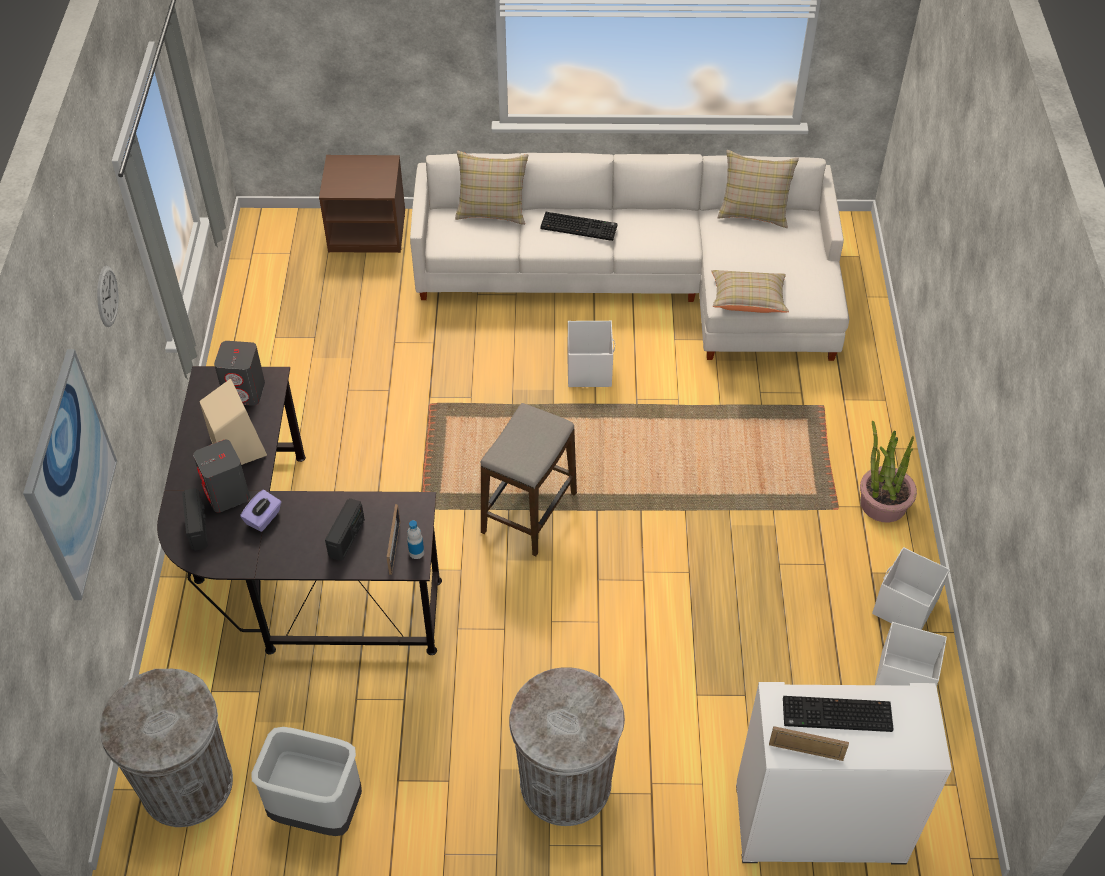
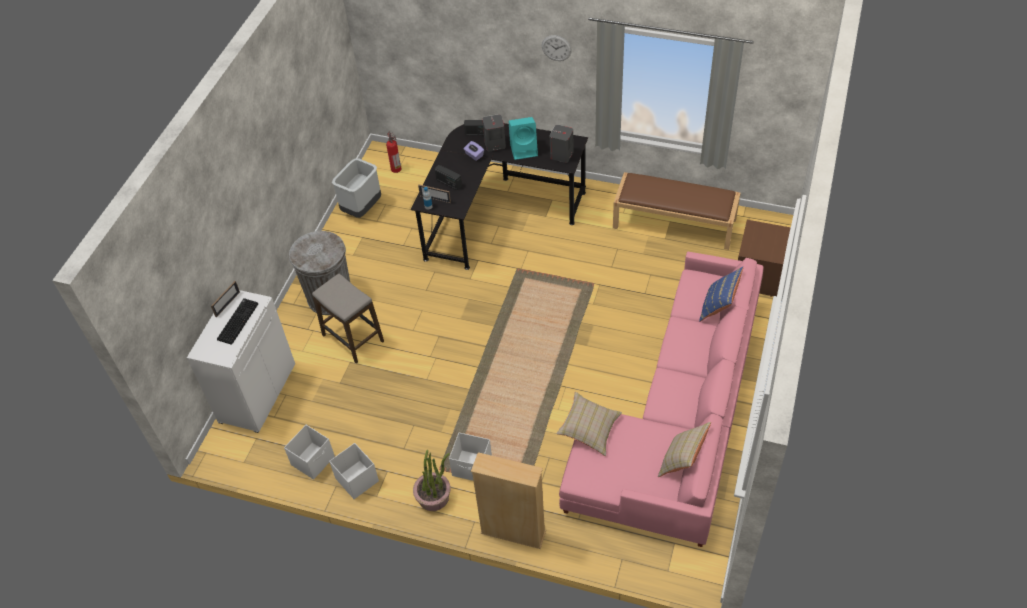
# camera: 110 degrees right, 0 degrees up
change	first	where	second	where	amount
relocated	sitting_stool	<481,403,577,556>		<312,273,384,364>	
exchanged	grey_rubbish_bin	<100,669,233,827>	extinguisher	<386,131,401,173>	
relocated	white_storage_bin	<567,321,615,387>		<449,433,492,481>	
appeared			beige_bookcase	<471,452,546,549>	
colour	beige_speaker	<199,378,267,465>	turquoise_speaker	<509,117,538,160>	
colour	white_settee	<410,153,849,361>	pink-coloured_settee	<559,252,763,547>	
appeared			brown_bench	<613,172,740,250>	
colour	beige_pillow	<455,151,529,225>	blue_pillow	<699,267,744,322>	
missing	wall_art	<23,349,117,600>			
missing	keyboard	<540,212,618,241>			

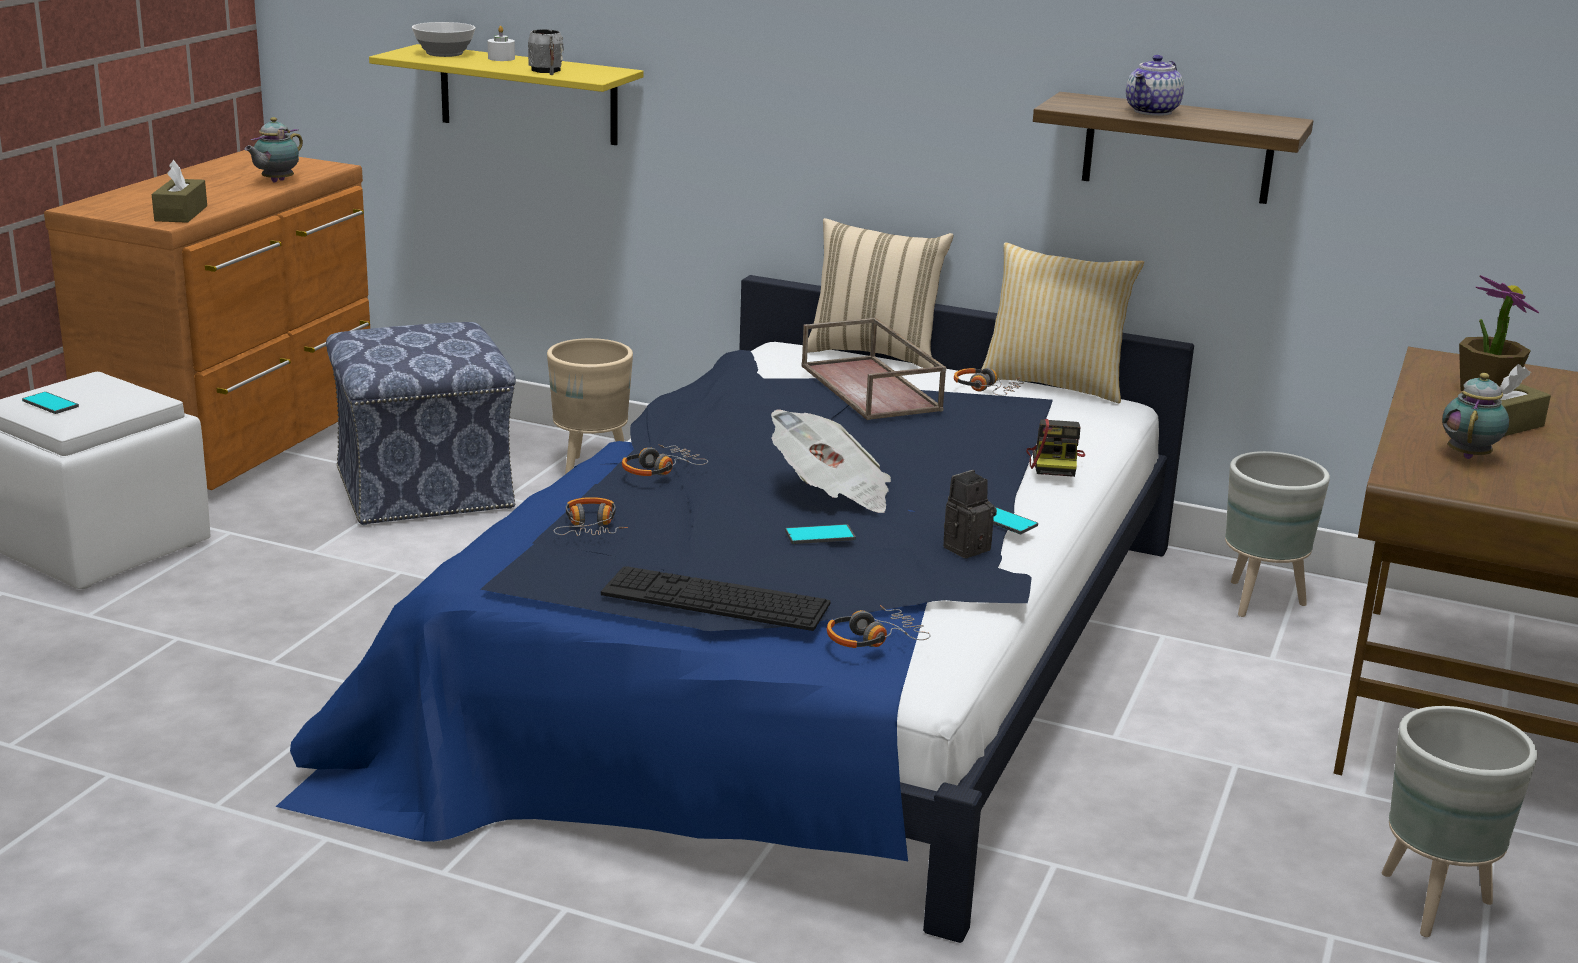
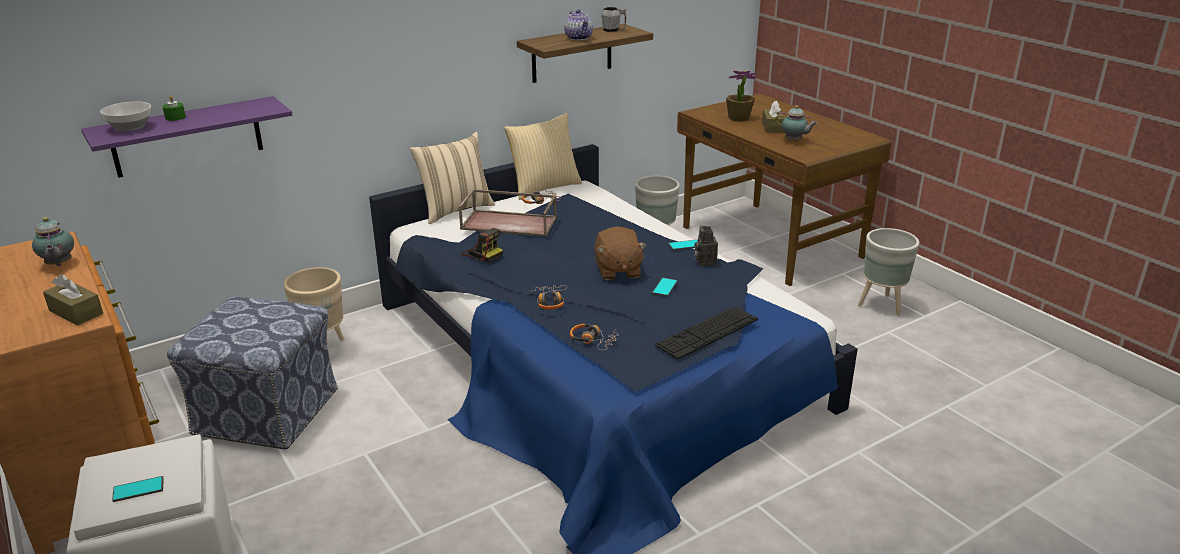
# camera: 55 degrees left, 5 degrees up
change	first	where	second	where	amount
colour	yellow_bracket_shelf	<369,44,644,145>	purple-coloured_bracket_shelf	<81,96,292,178>	
colour	white_candle	<488,26,515,61>	greenish_candle	<162,95,186,121>	
relocated	still_camera	<1026,419,1085,477>		<461,228,503,262>	
exchanged	newspaper	<771,409,891,513>	brown_plush_toy	<594,226,647,281>	
relocated	grey_tea_mug	<528,29,564,75>		<601,7,627,32>	
spun	teapot	<1442,373,1509,459>		<775,105,818,141>	150 degrees clockwise
missing	headset	<827,605,930,648>			

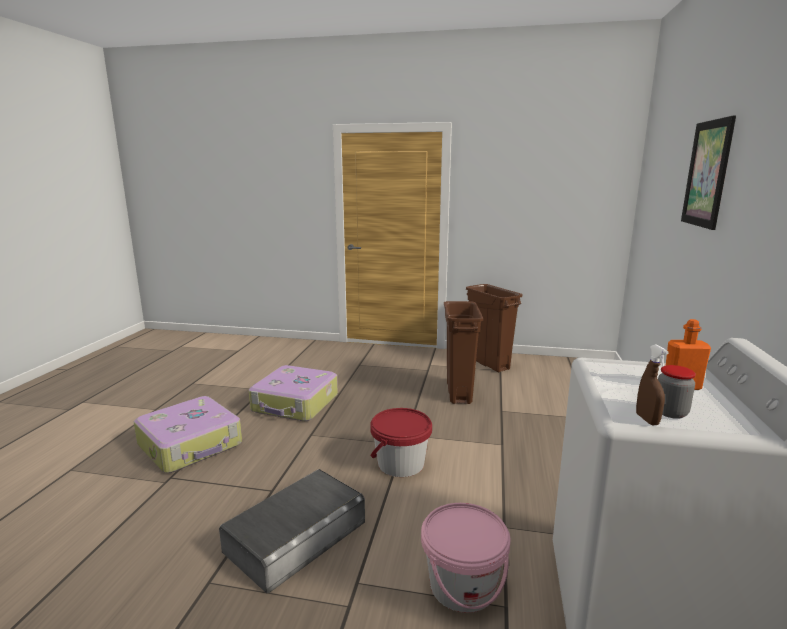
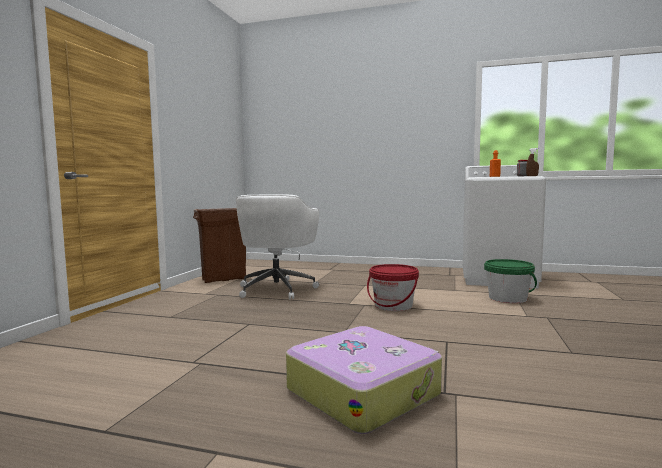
# camera: 85 degrees left, 10 degrees down
change	first	where	second	where	amount
exchanged	brown_rubbish_bin	<444,301,483,404>	white_computer_chair	<236,194,319,299>	
colour	pink-coloured_pail	<421,503,511,613>	greenish_pail	<484,259,537,303>	
missing	grey_storage_bin	<219,469,365,593>			
missing	travel_case	<249,365,338,421>			
missing	wall_art	<681,115,736,230>			

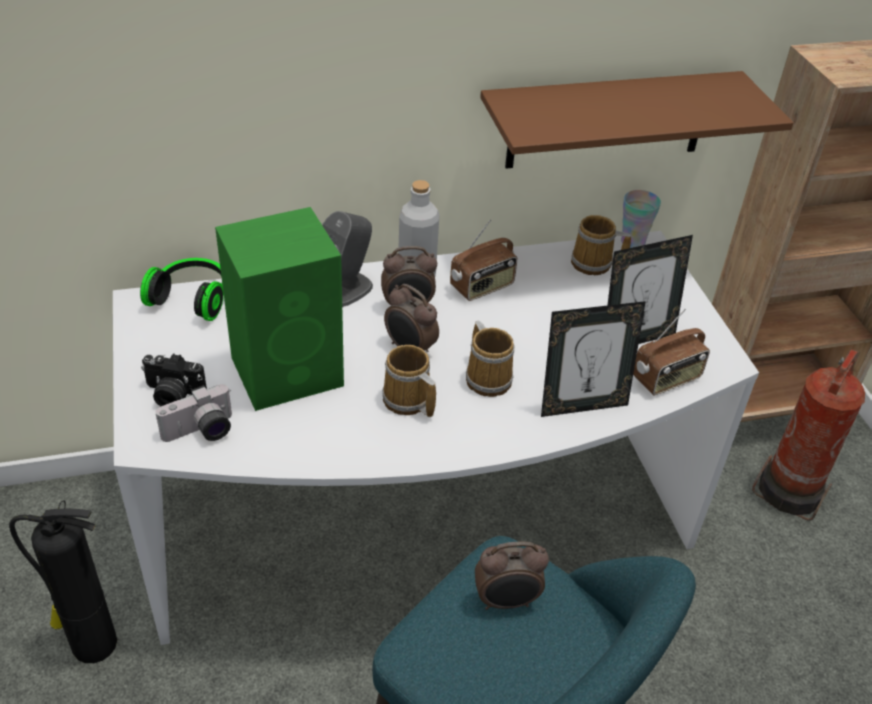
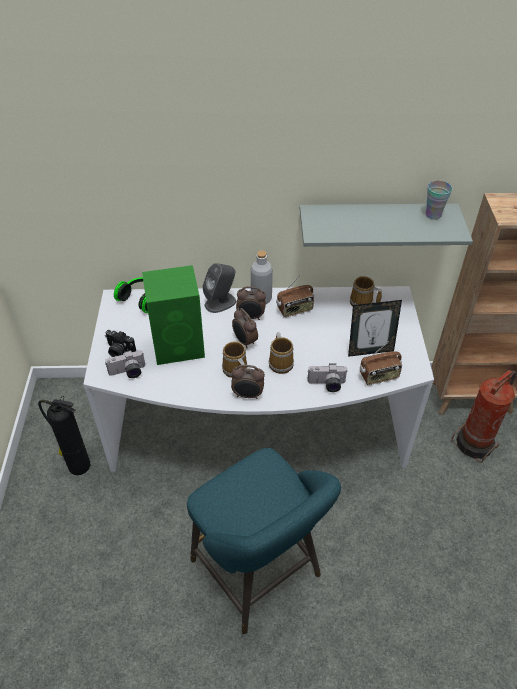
# camera: 15 degrees right, 5 degrees up
change	first	where	second	where	amount
relocated	alarm_clock	<475,541,549,610>		<231,365,265,399>	
colour	brown_bracket_shelf	<480,71,794,169>	grey_bracket_shelf	<300,203,473,247>	
exchanged	photo_frame	<541,301,646,417>	still_camera	<307,364,347,392>	
relocated	cup	<621,190,661,248>		<425,180,452,219>	

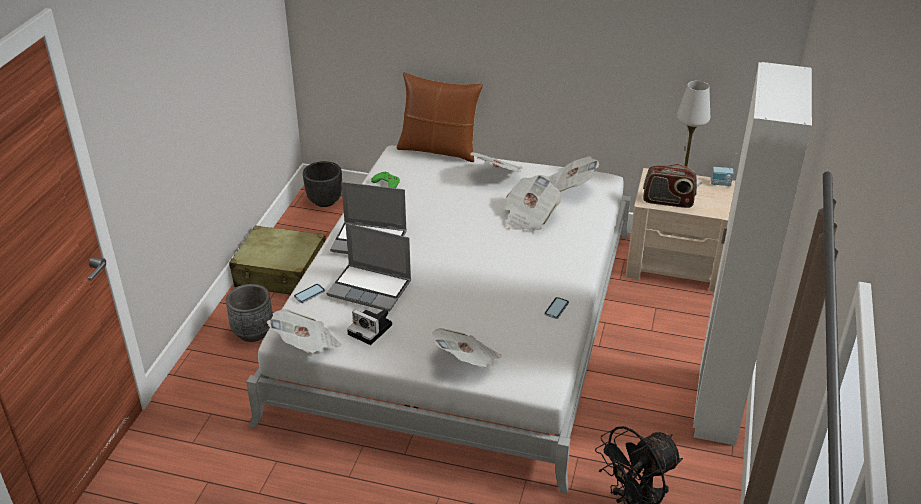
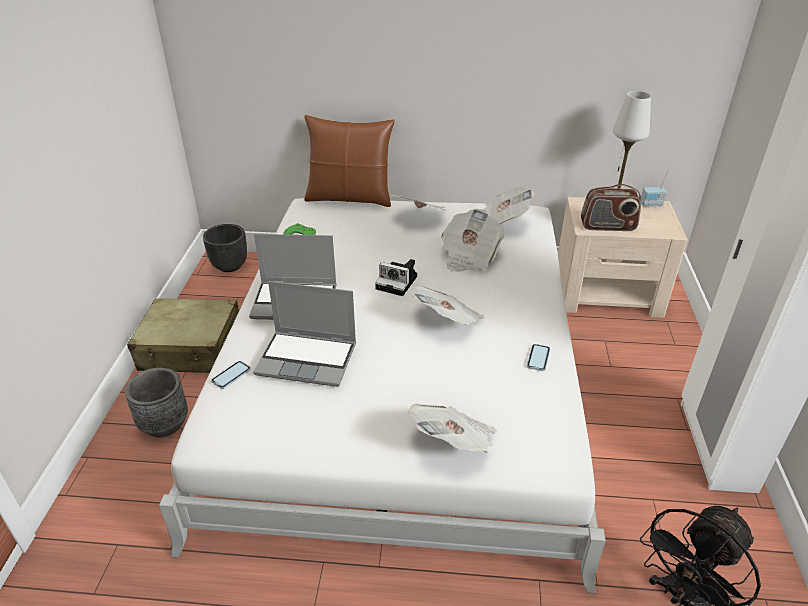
# camera: 10 degrees left, 0 degrees up
change	first	where	second	where	amount
relocated	still_camera	<347,309,392,345>		<375,259,417,296>	
relocated	newspaper	<267,309,341,353>		<411,285,485,326>	

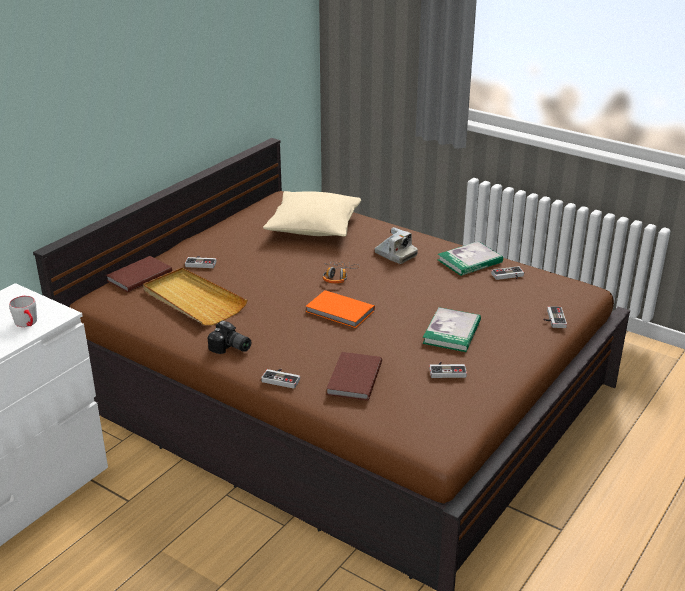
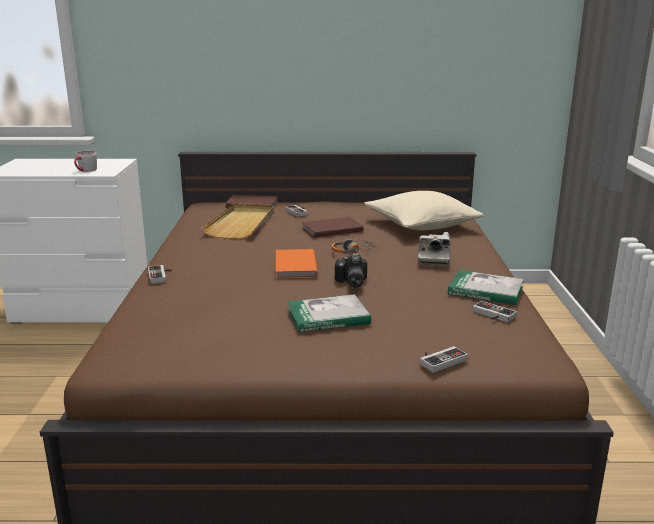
# camera: 55 degrees right, 10 degrees down
change	first	where	second	where	amount
relocated	brown_book	<326,352,382,401>		<302,217,363,238>	
relocated	still_camera	<207,321,251,354>		<335,253,367,288>	
missing	joypad	<429,362,467,378>			

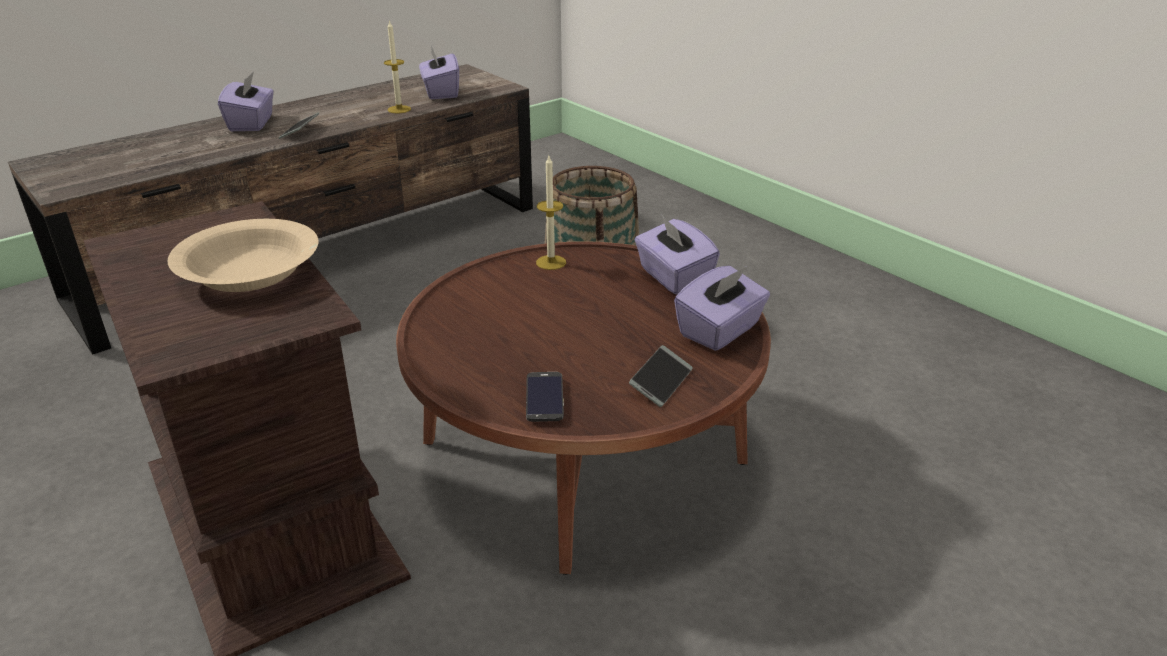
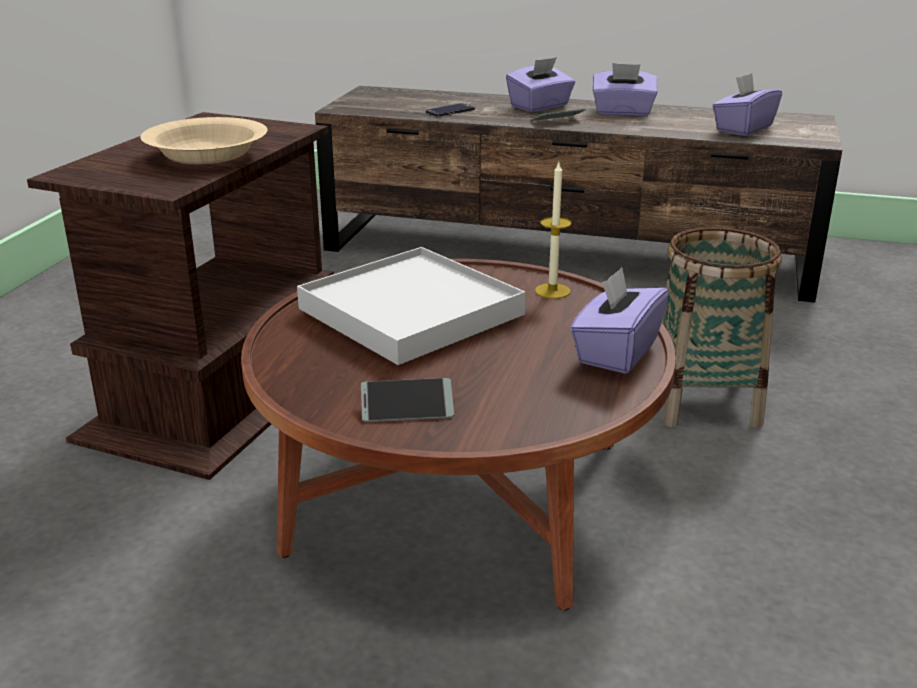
# camera: 55 degrees right, 5 degrees down
change	first	where	second	where	amount
appeared			white_serving_tray	<297,247,526,365>	
relocated	telephone	<526,372,564,422>		<426,103,475,116>	
relocated	purple-coloured_box_of_tissues	<674,266,770,351>		<593,63,657,116>	
missing	candle	<384,20,411,113>			

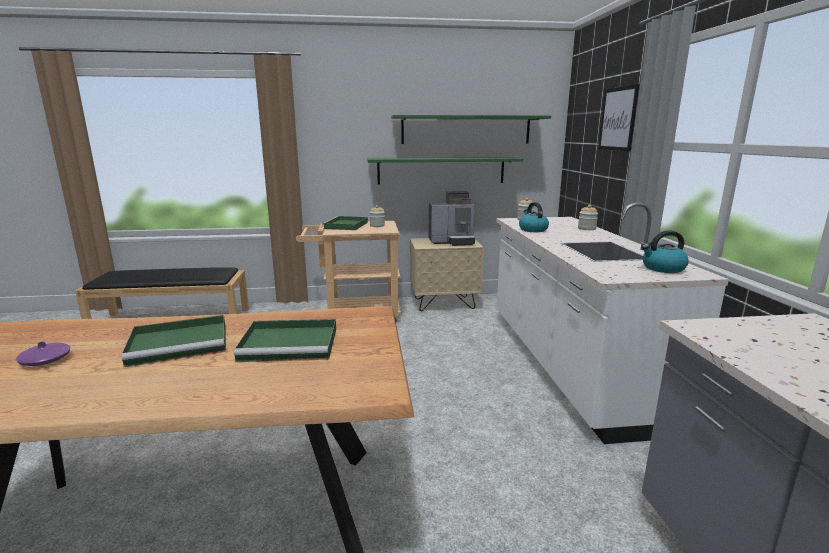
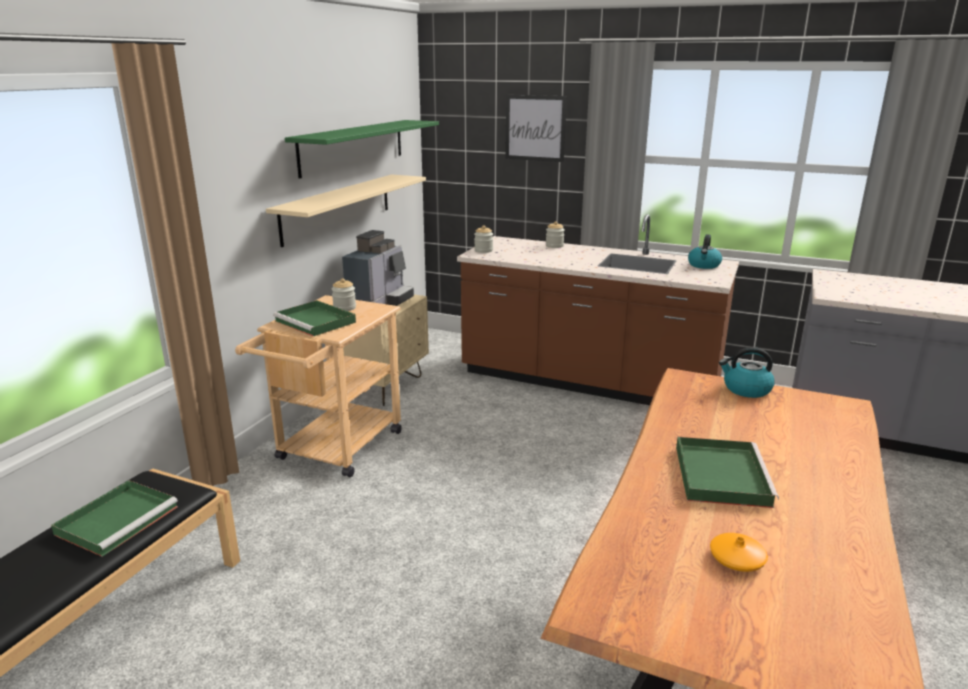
# camera: 60 degrees left, 5 degrees up
change	first	where	second	where	amount
relocated	greenish_serving_tray	<234,319,336,362>		<51,480,178,557>	
colour	greenish_bracket_shelf	<367,157,523,185>	beige_bracket_shelf	<266,175,426,247>	
colour	white_kitchen_counter	<496,203,729,444>	brown_kitchen_counter	<457,214,739,405>	
colour	purple-coloured_flower_vase	<16,342,70,366>	orangey_flower_vase	<710,533,768,572>	
relocated	kettle	<519,202,549,232>		<719,347,775,398>	

